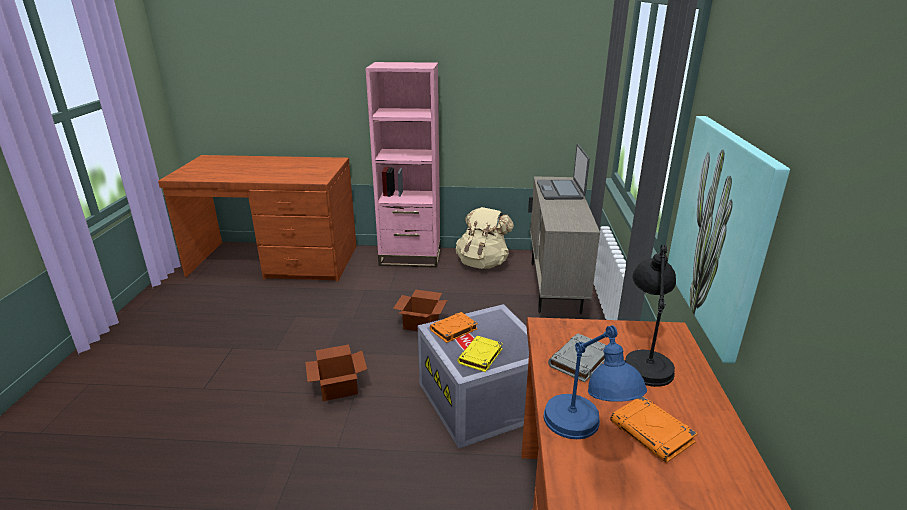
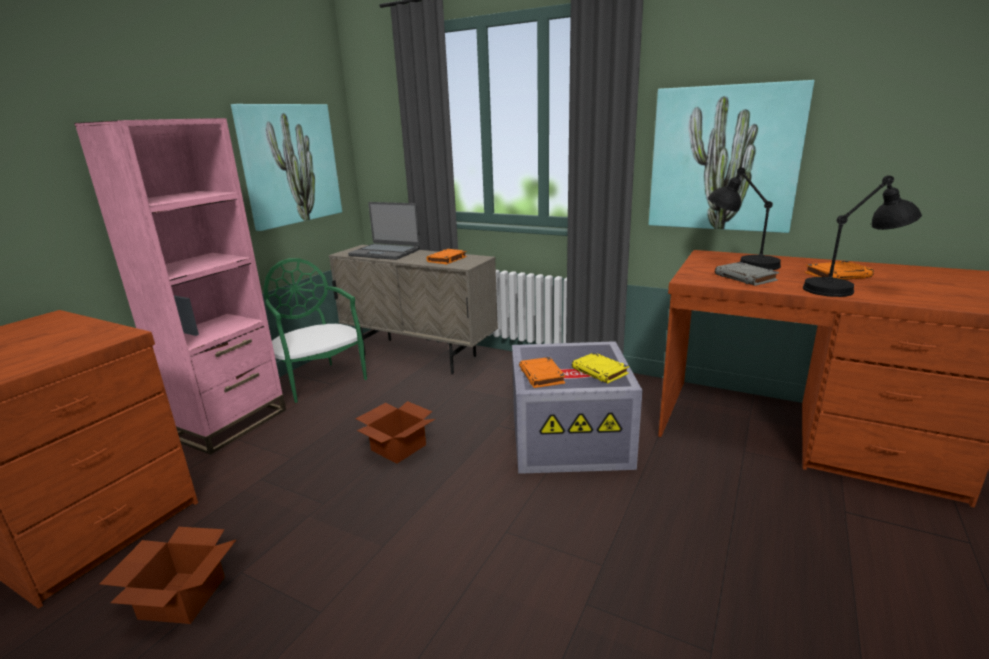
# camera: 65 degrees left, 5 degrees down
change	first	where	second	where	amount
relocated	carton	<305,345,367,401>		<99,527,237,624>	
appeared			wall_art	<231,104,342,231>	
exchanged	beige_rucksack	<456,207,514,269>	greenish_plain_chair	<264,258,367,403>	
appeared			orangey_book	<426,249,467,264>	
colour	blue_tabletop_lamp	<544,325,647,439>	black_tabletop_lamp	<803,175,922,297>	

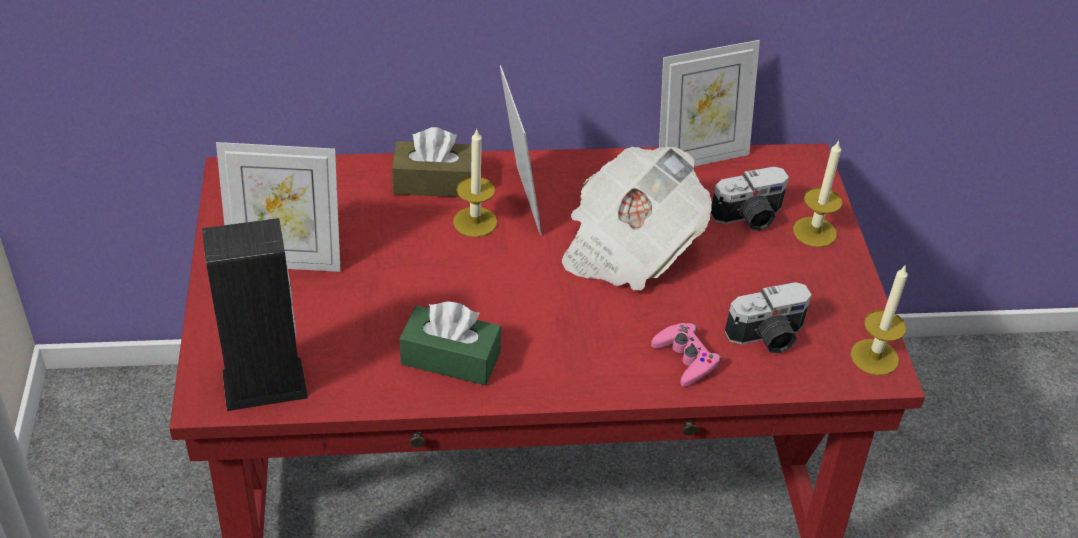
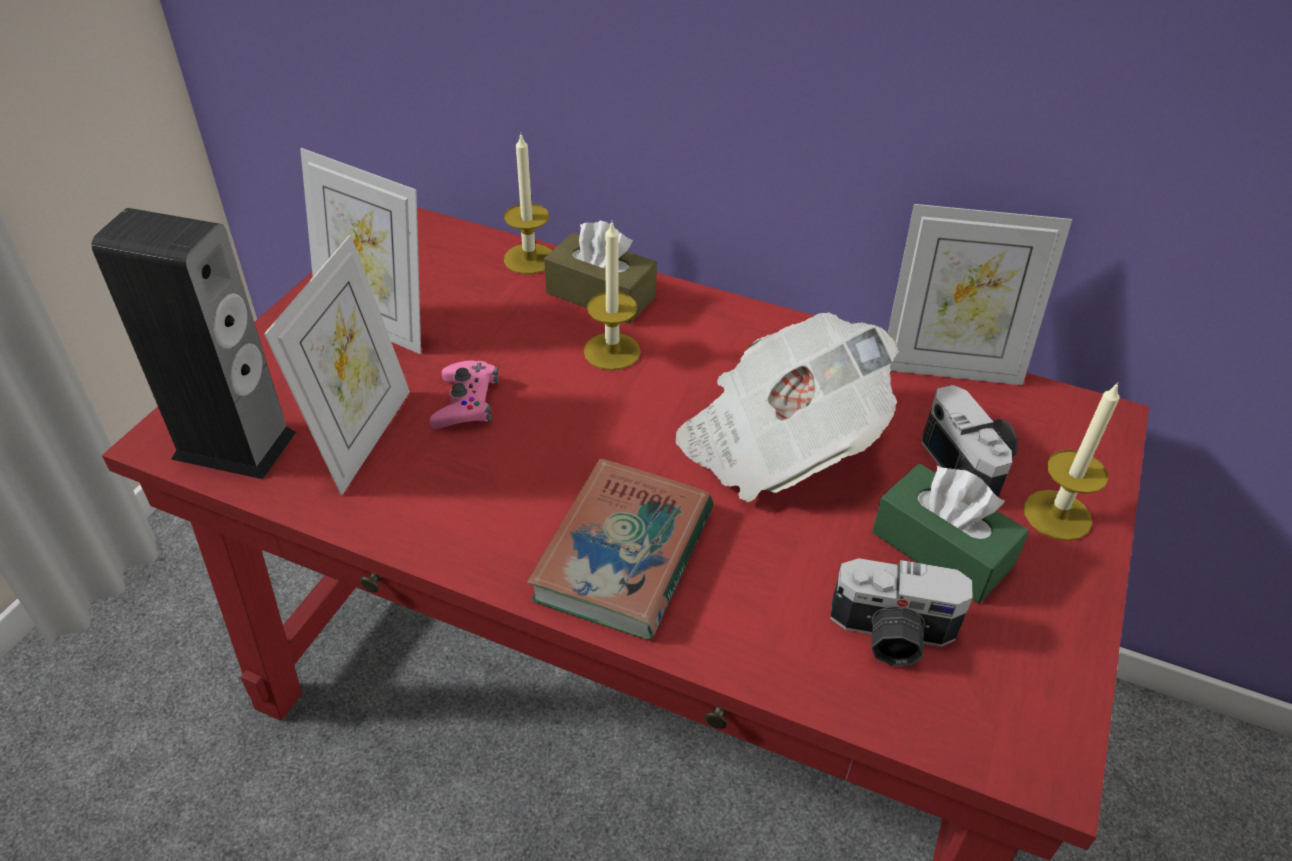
# camera: 30 degrees right, 0 degrees up
change	first	where	second	where	amount
relocated	photo_frame	<500,65,542,236>		<264,235,410,495>	
relocated	pink-coloured_joypad	<651,323,721,387>		<430,360,499,428>	
relocated	candle	<851,264,908,375>		<504,135,552,274>	
appeared			book	<527,459,713,640>	
relocated	greenish_box_of_tissues	<400,301,501,386>		<872,464,1029,603>	
spun	still_camera	<710,166,789,231>		<922,385,1018,497>	120 degrees counterclockwise

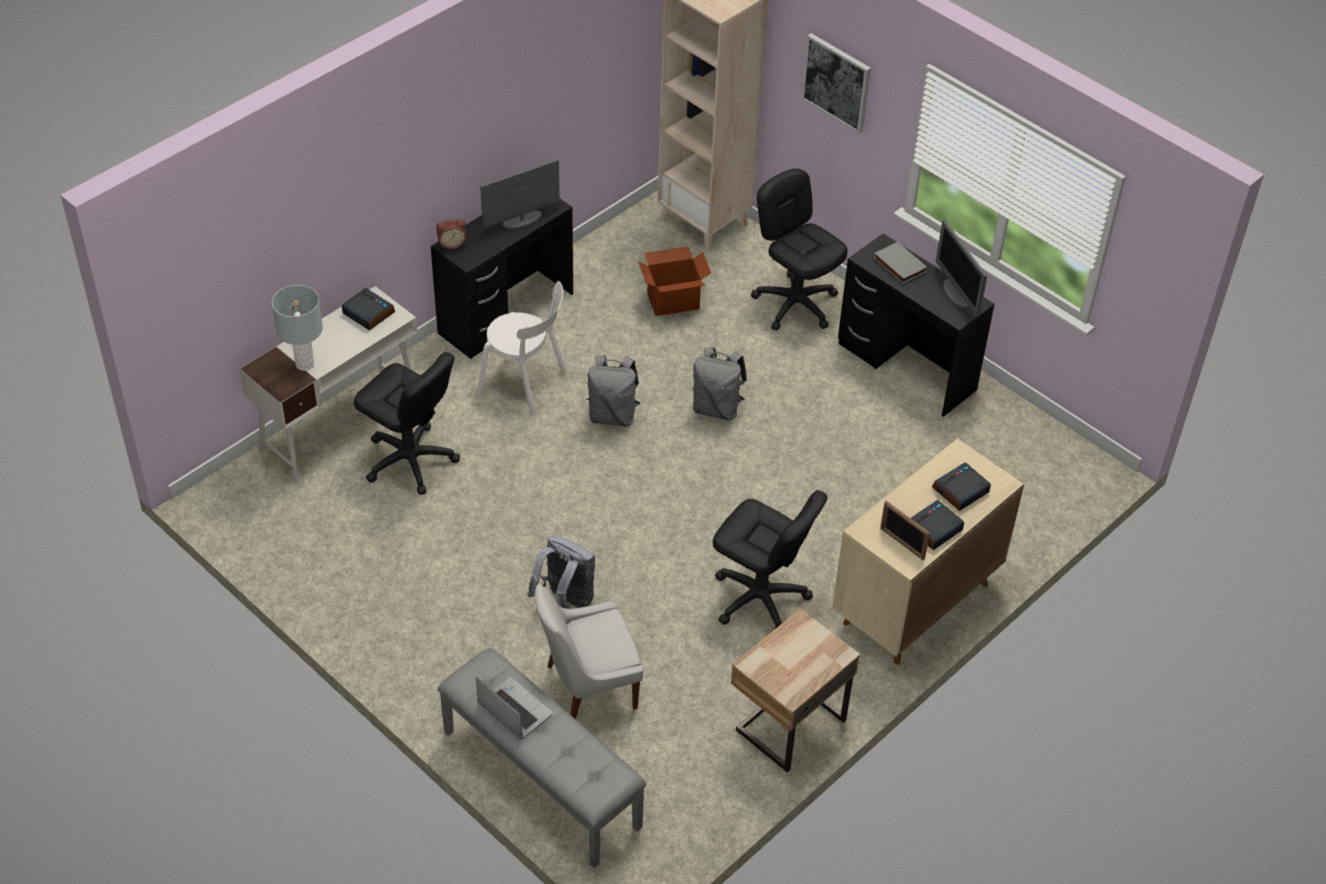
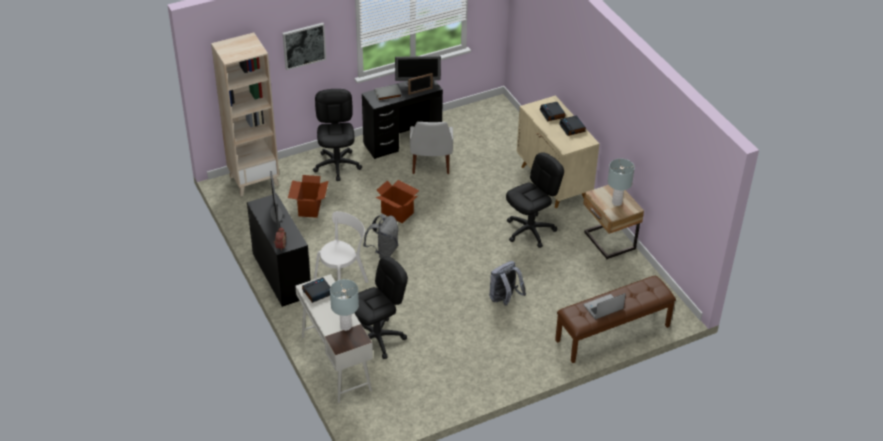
# camera: 70 degrees left, 5 degrees down
change	first	where	second	where	amount
spun	black_computer_chair	<751,168,848,331>		<313,89,362,181>	105 degrees clockwise
exchanged	grey_rucksack	<692,347,747,420>	carton	<376,180,419,223>	
relocated	photo_frame	<880,501,930,560>		<408,73,433,95>	
relocated	white_plain_chair	<535,584,643,719>		<410,122,453,174>	
colour	grey_bench	<437,648,646,868>	brown_bench	<555,276,676,363>	
appeared			grey_tabletop_lamp	<607,158,635,206>	

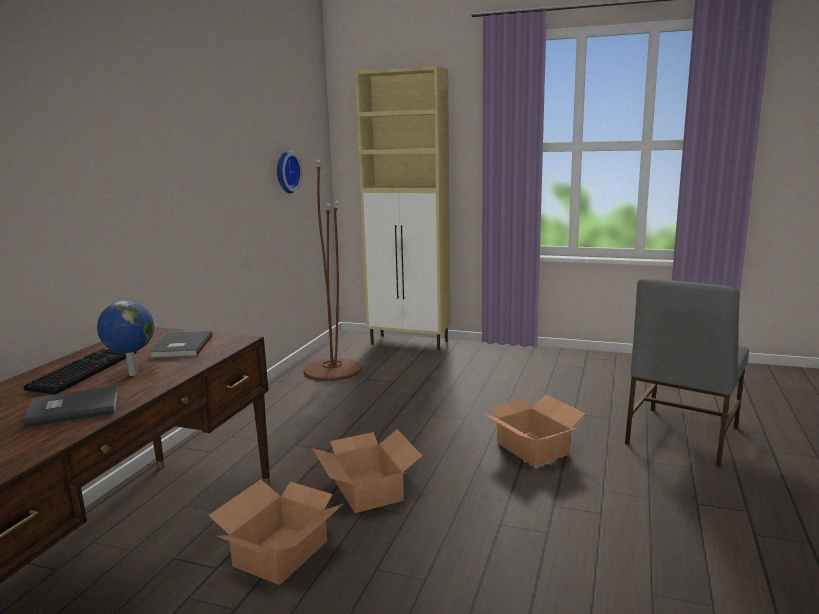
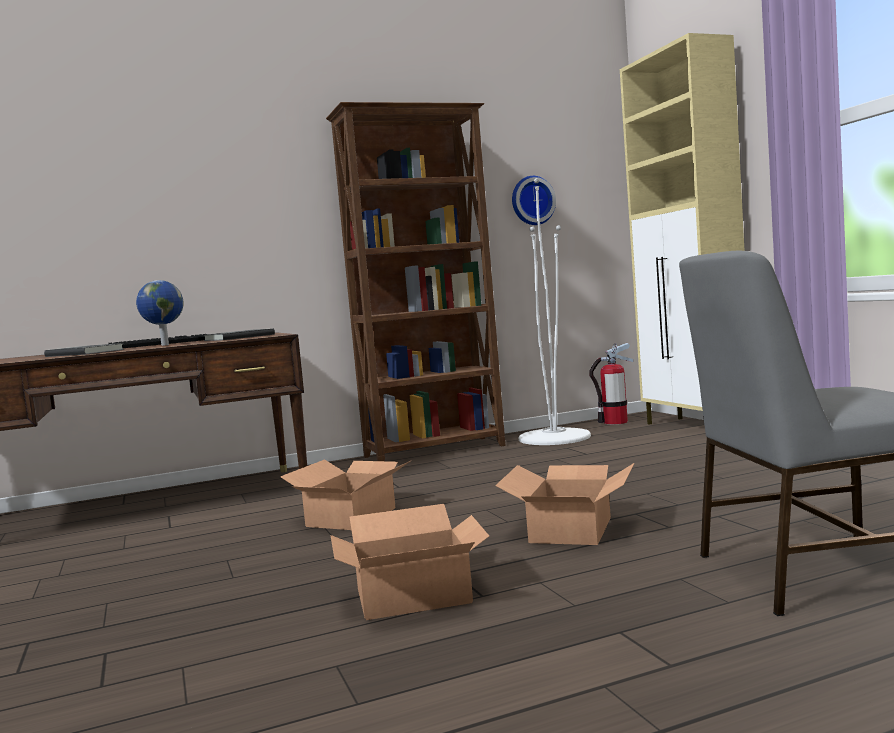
# camera: 50 degrees right, 10 degrees down
change	first	where	second	where	amount
appeared			brown_bookcase	<326,102,506,461>	
relocated	carton	<208,479,344,585>		<331,504,489,620>	
colour	brown_standing_lamp	<304,160,361,381>	white_standing_lamp	<519,178,591,445>	
appeared			extinguisher	<589,343,633,424>	

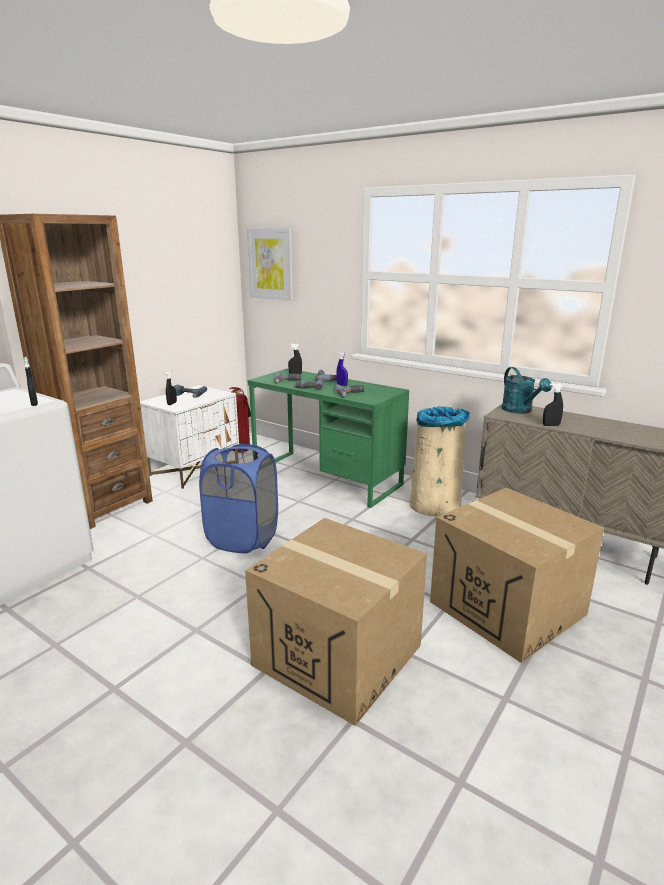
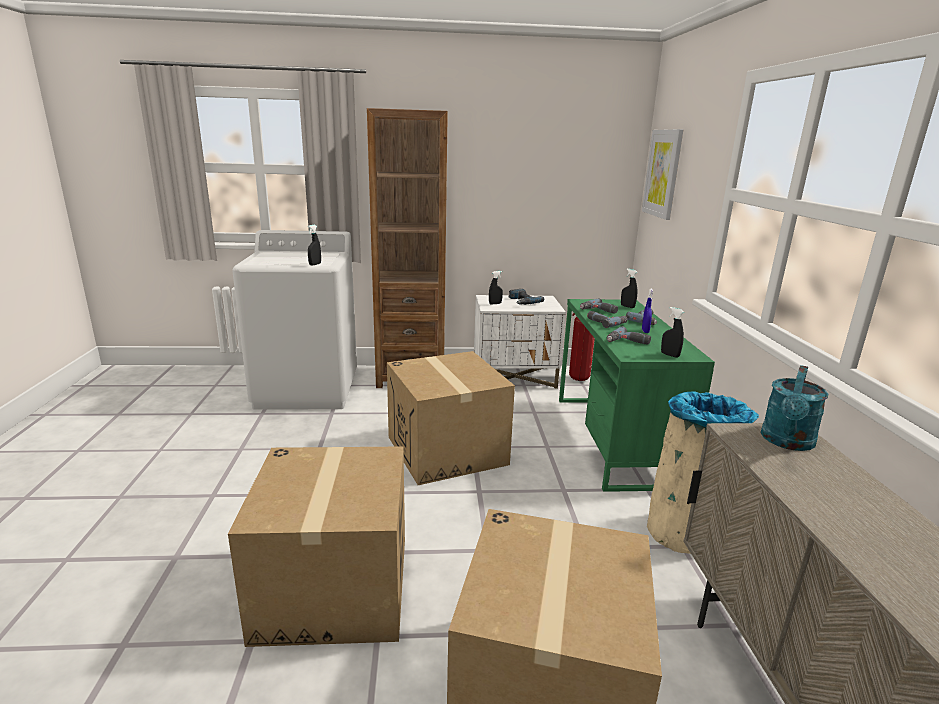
# camera: 50 degrees right, 0 degrees up
change	first	where	second	where	amount
exchanged	blue_hamper	<199,444,278,553>	carton	<387,351,515,485>	
relocated	black_sprayer	<543,383,563,426>		<661,307,684,358>	

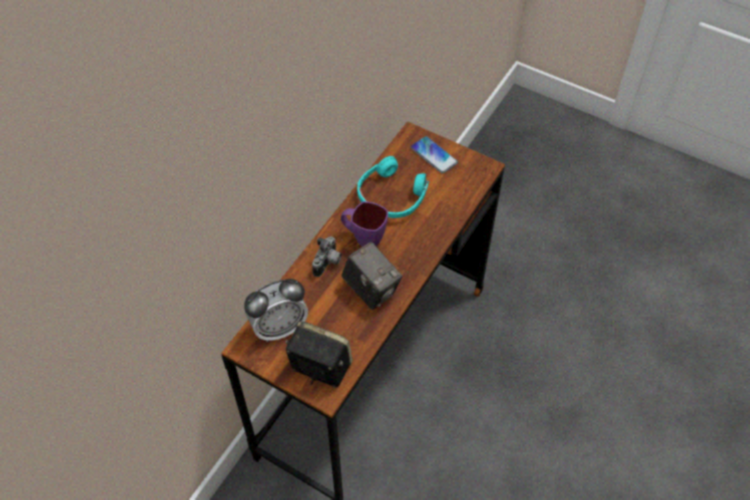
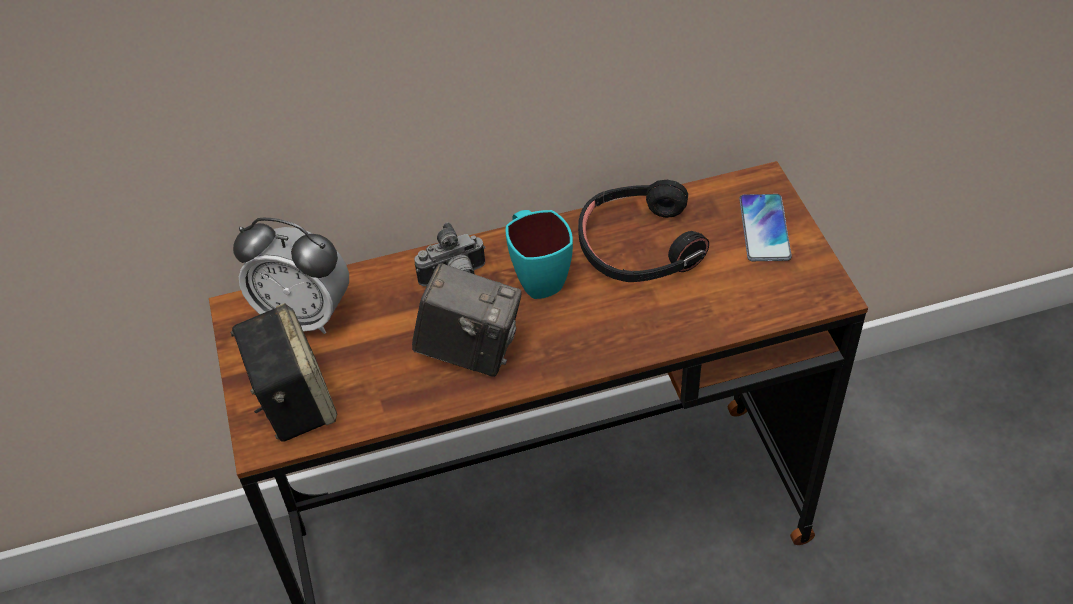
# camera: 45 degrees right, 5 degrees down
change	first	where	second	where	amount
spun	still_camera	<342,242,402,310>		<412,263,522,377>	75 degrees counterclockwise
colour	purple-coloured_tea_mug	<341,202,388,247>	turquoise_tea_mug	<506,210,573,299>	
colour	turquoise_headset	<357,156,429,218>	black_headset	<578,180,709,282>	

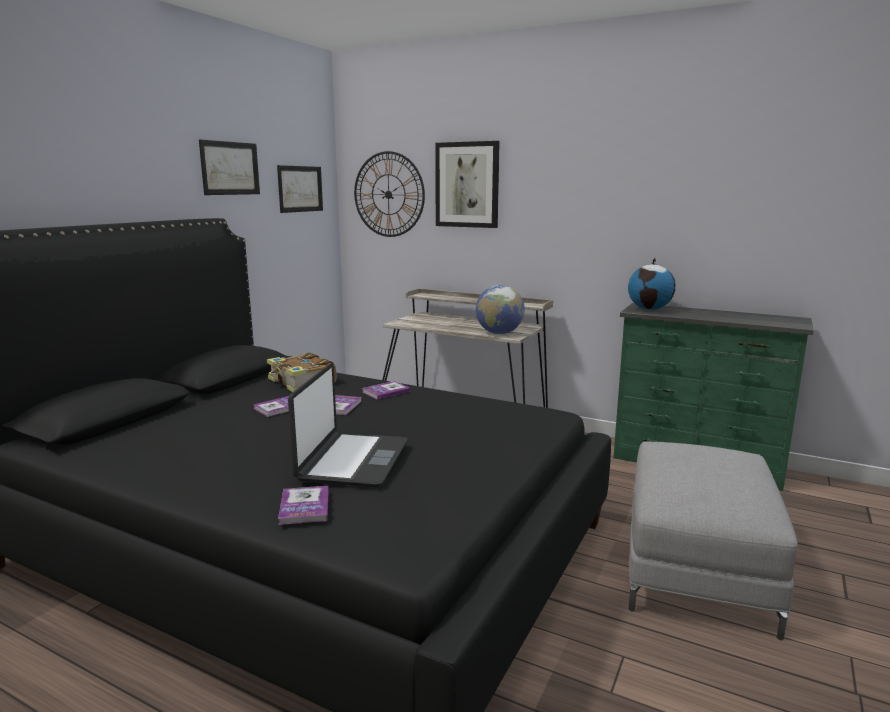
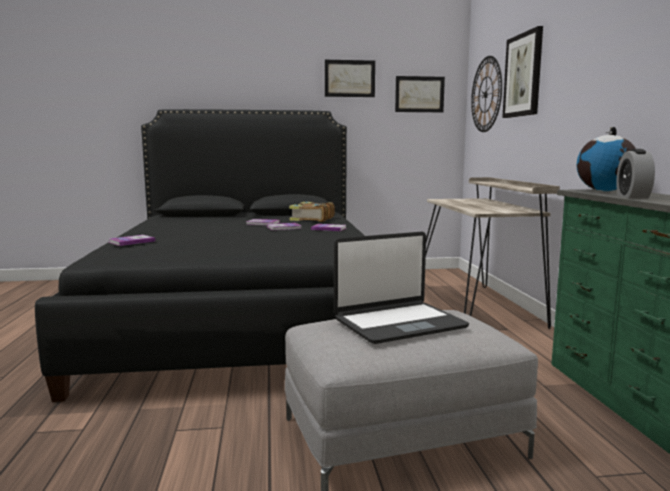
# camera: 55 degrees right, 5 degrees down
change	first	where	second	where	amount
relocated	laptop	<288,363,408,487>		<334,232,469,344>	
appeared			alarm_clock	<616,149,655,198>	
missing	world_globe	<475,285,525,334>			

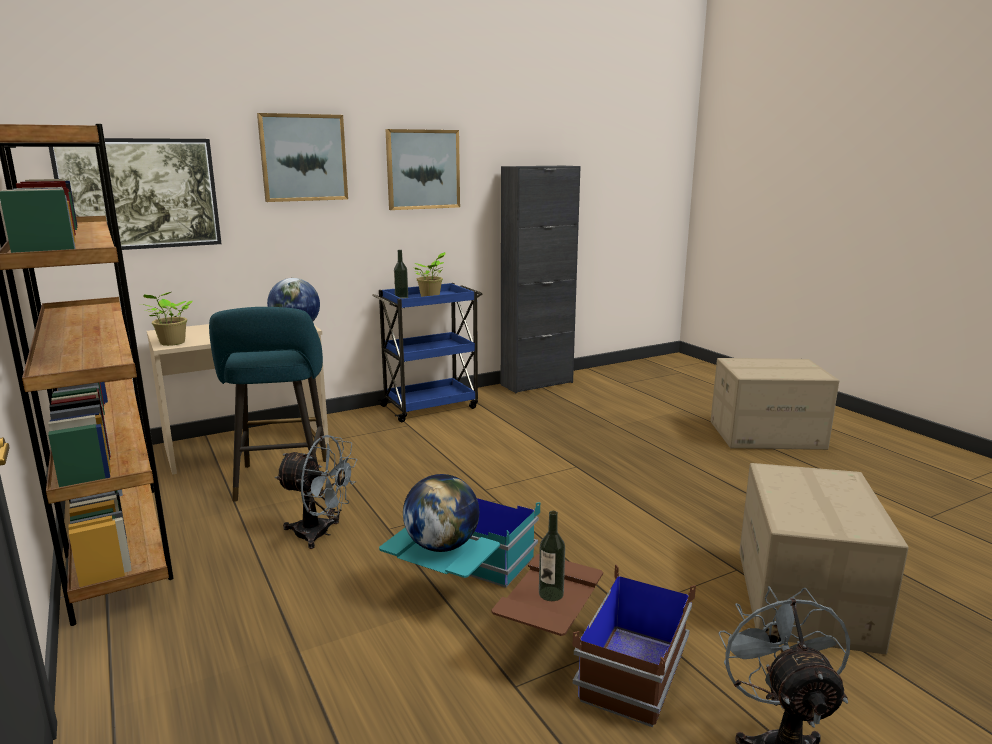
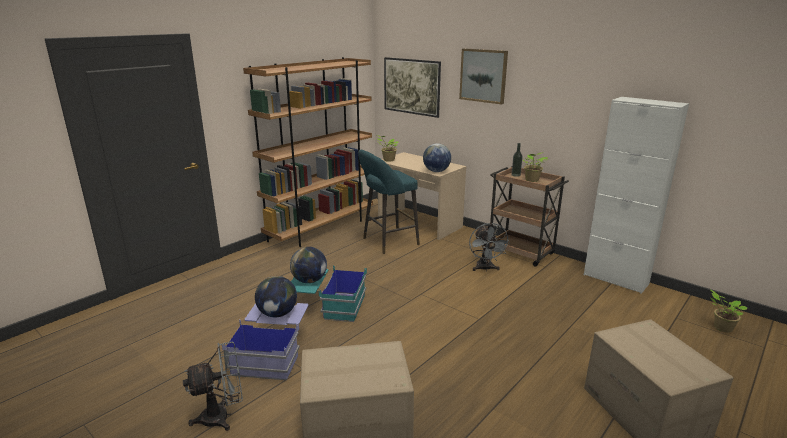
# camera: 70 degrees right, 5 degrees up
change	first	where	second	where	amount
colour	brown_storage_bin	<492,554,696,727>	blue_storage_bin	<222,303,309,380>	
exchanged	bottle	<539,511,565,601>	world_globe	<255,276,297,317>	
relocated	grey_cooling_fan	<275,435,357,549>		<469,223,510,271>	
colour	blue_trolley	<372,283,482,422>	brown_trolley	<490,166,569,266>	
colour	black_storage_cabinet	<501,166,581,393>	white_storage_cabinet	<584,97,689,294>	
appeared			plant_in_a_pot	<711,290,748,332>	
missing	wall_art	<385,129,460,210>			

